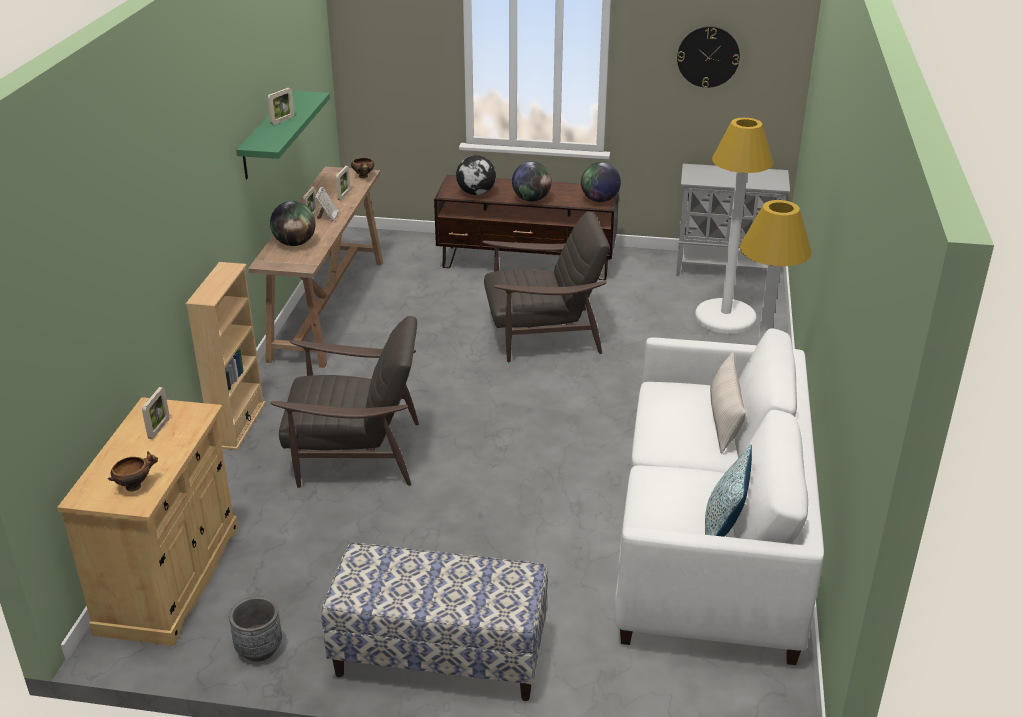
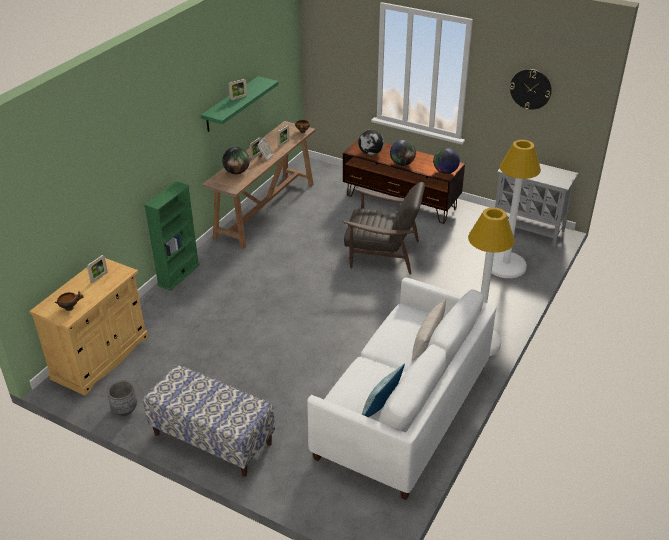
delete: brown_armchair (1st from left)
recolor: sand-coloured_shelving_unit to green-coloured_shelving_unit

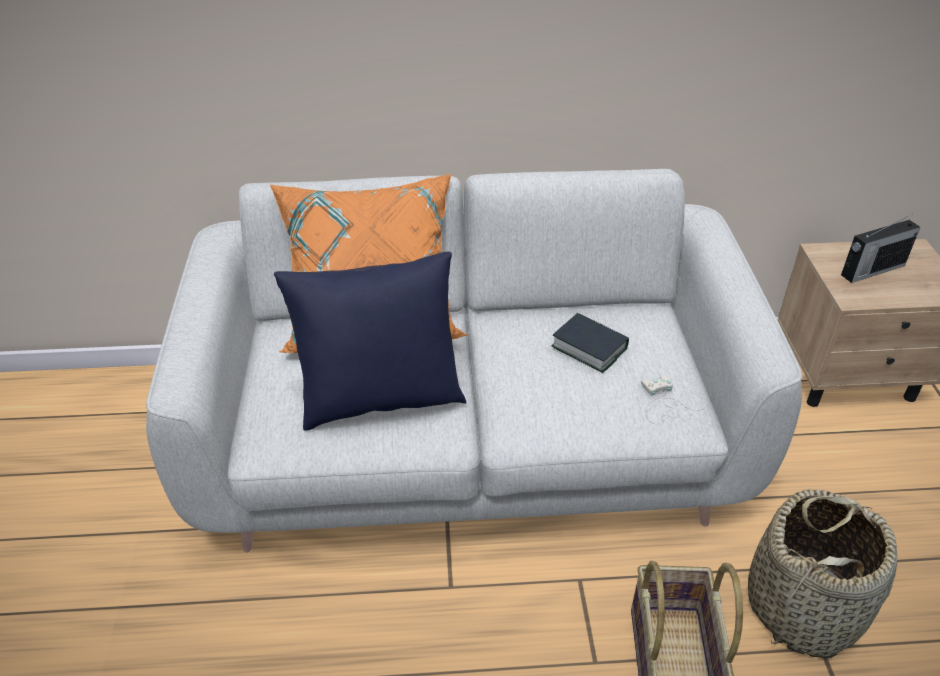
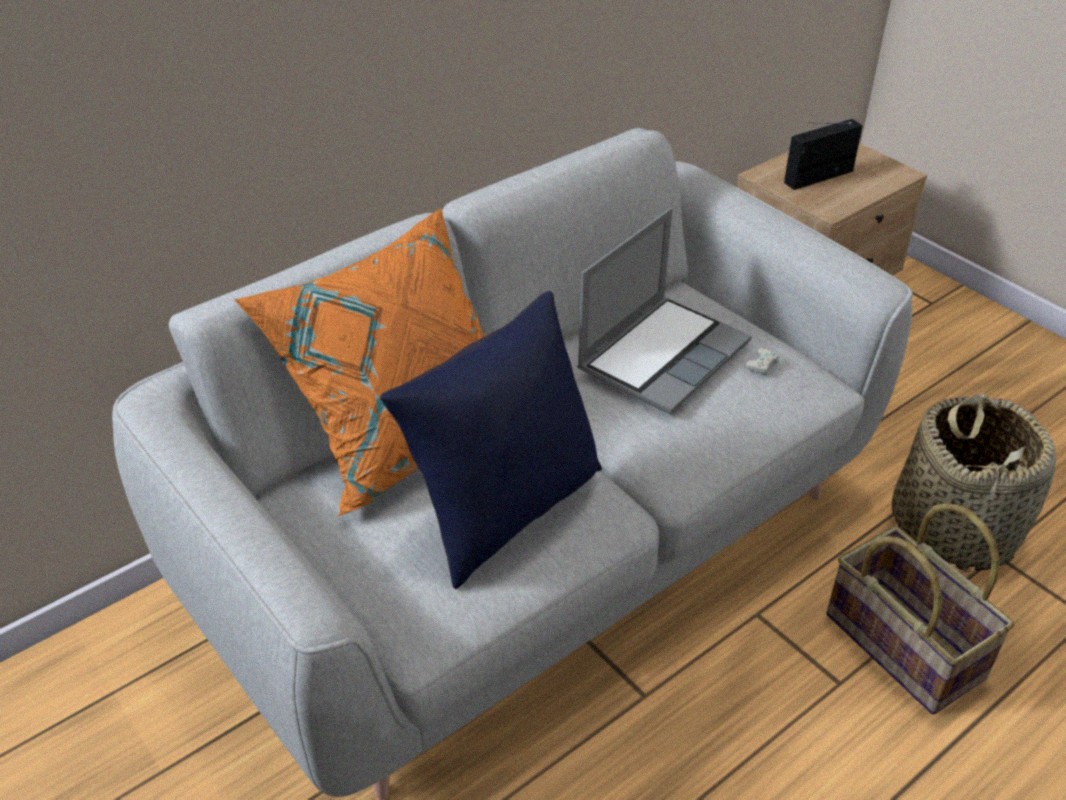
replace: volume to laptop
rotate: radio_set 150 degrees counterclockwise

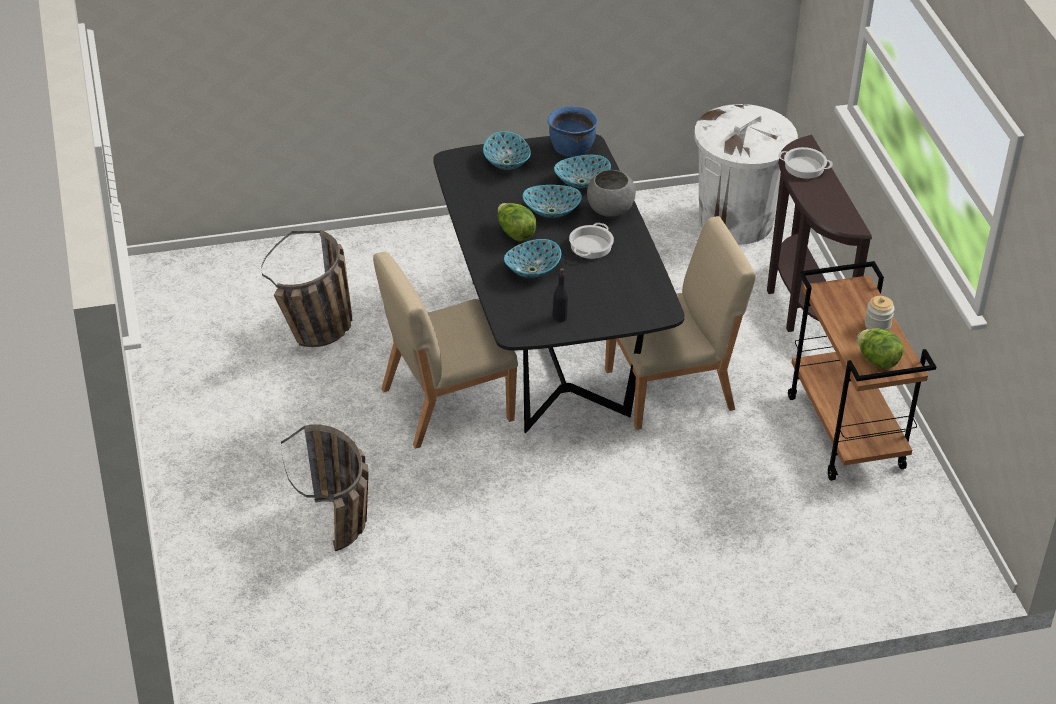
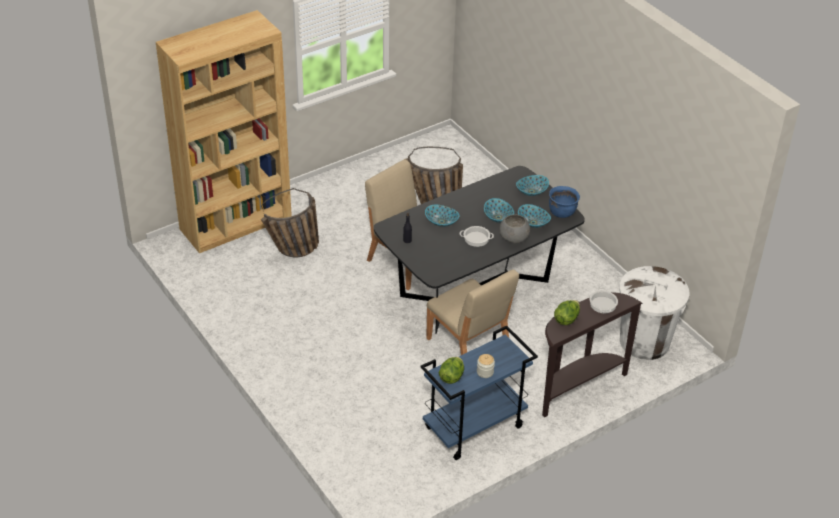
insert: brown_shelving_unit
move: head_of_lettuce (1st from left in the first image) to head_of_lettuce (2nd from left)
recolor: brown_wheeled_cart to blue_wheeled_cart

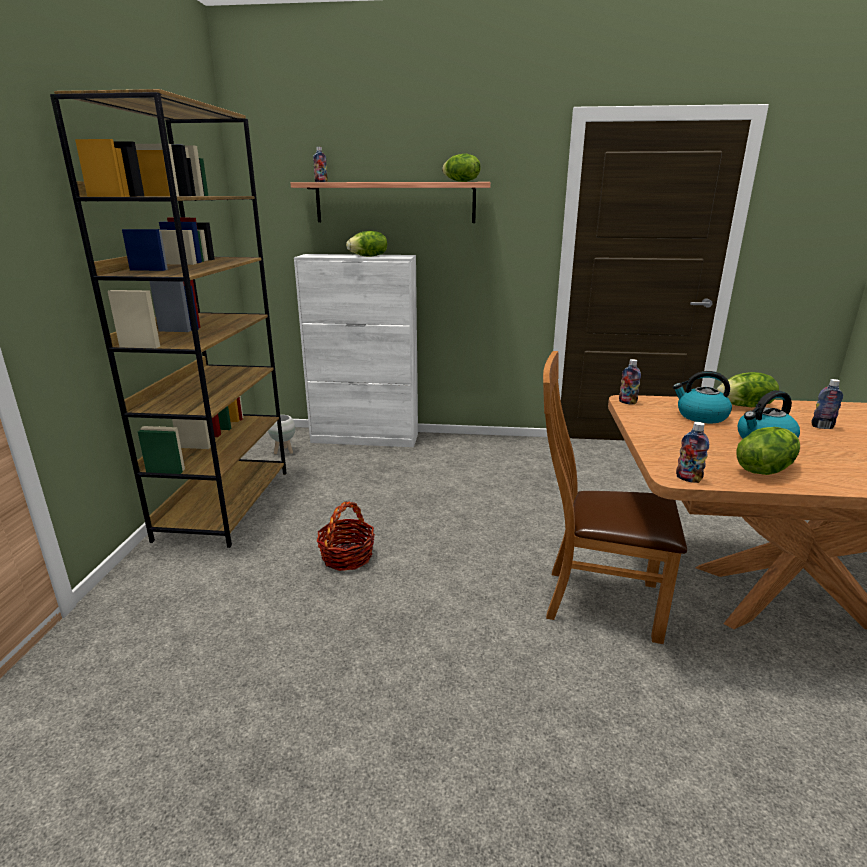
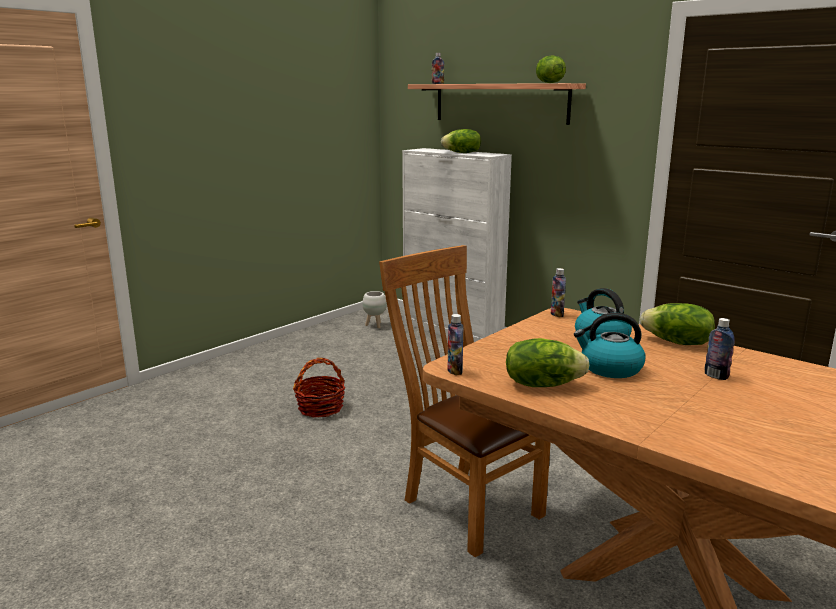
delete: brown_shelving_unit

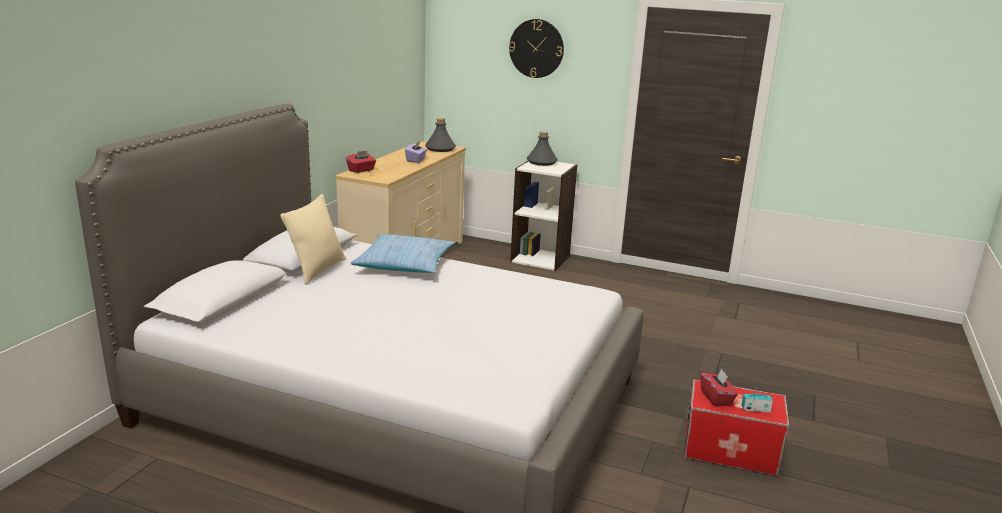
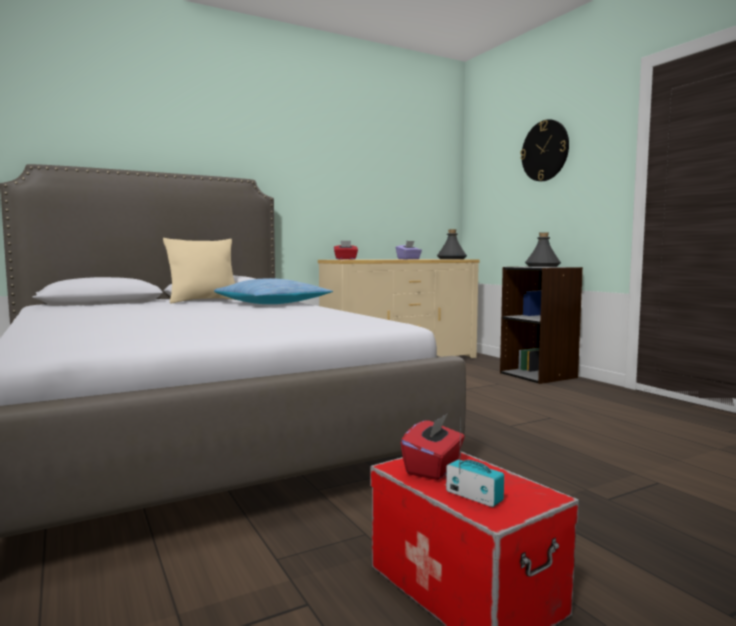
recolor: white-coloured_shelving_unit to black-coloured_shelving_unit

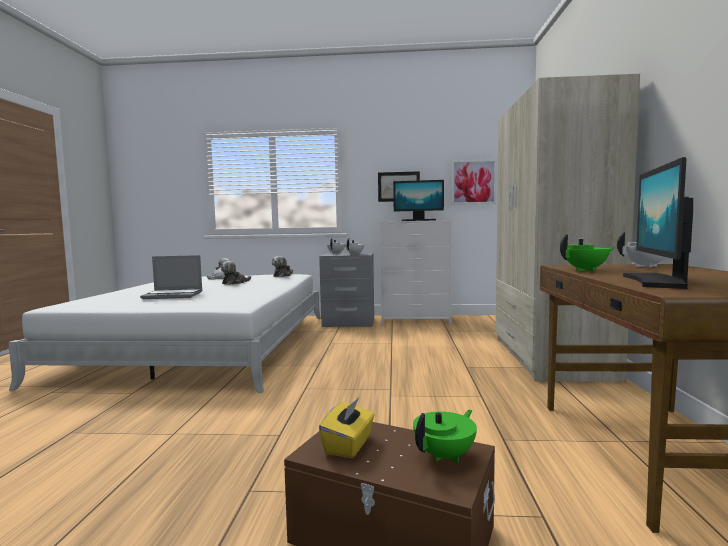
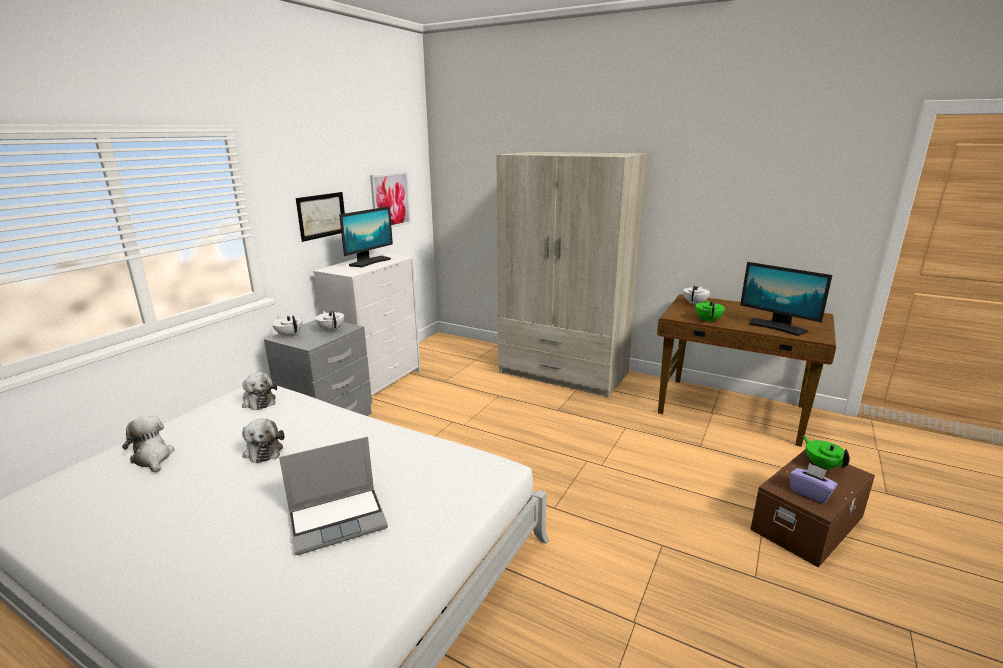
recolor: yellow_tissue_box to purple_tissue_box
rotate: laptop 45 degrees clockwise

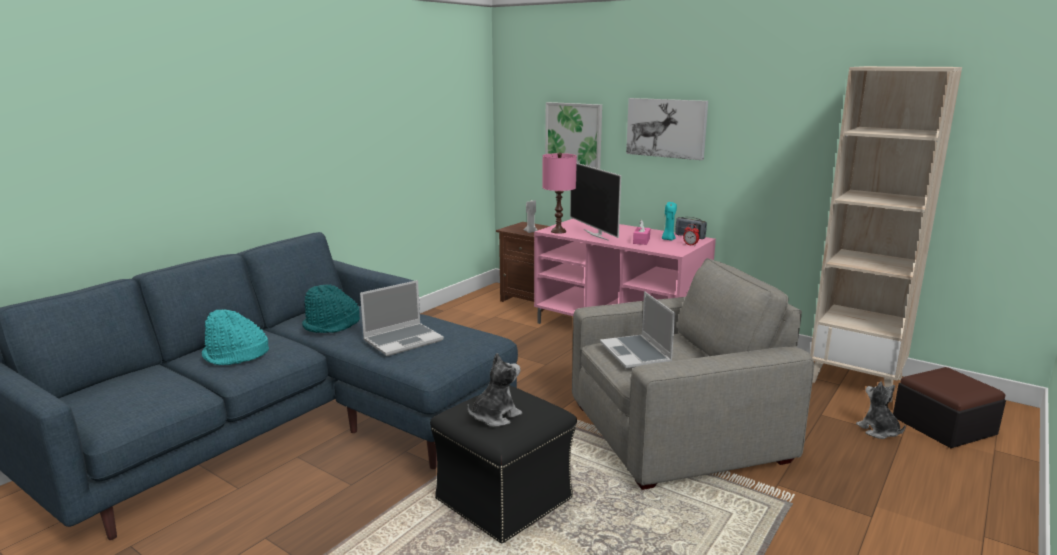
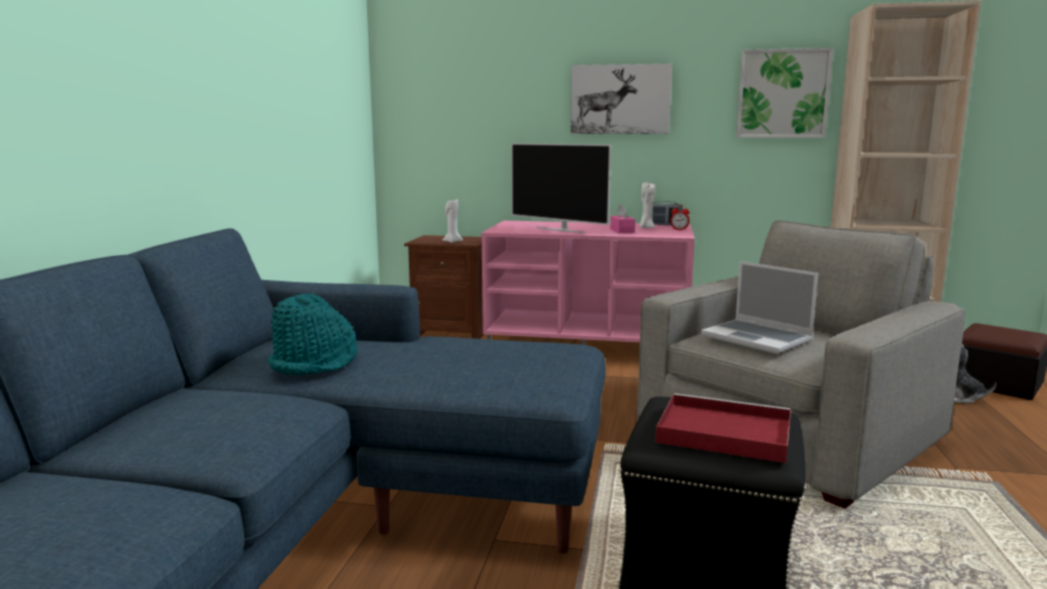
delete: blue-green_wearable_hat (1st from left); laptop (1st from left); pink_tabletop_lamp
move: picture (1st from left in the first image) to picture (2nd from left)
replace: plush_toy (1st from left) to reddish_carrying_tray
recolor: blue-green_wax_candle to white-coloured_wax_candle (2nd from left)

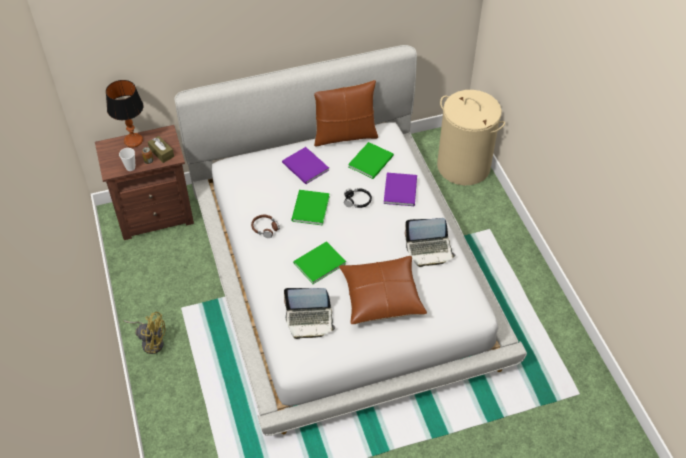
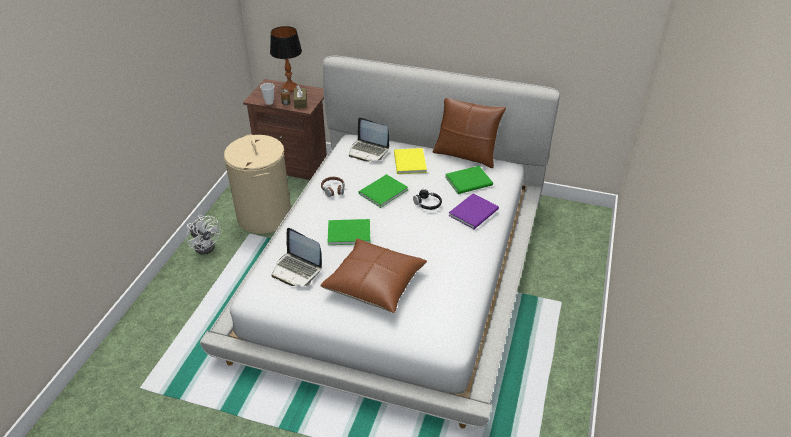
move: laptop (2nd from left); sand-coloured_hamper
recolor: yellow_electric_fan to white-coloured_electric_fan; purple_volume (1st from left) to yellow_volume

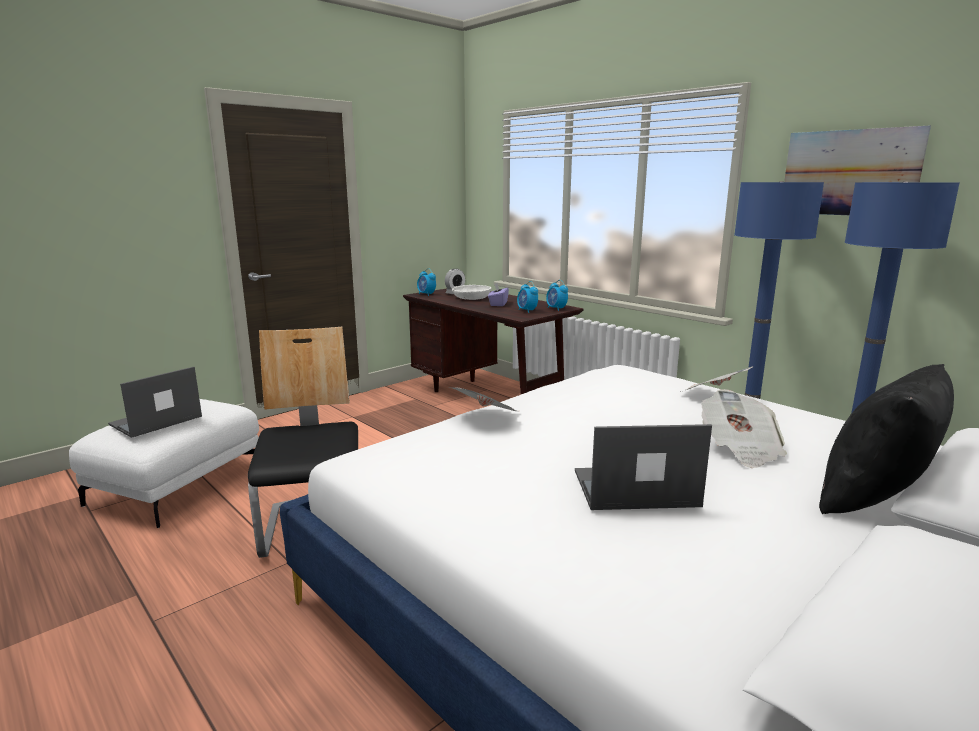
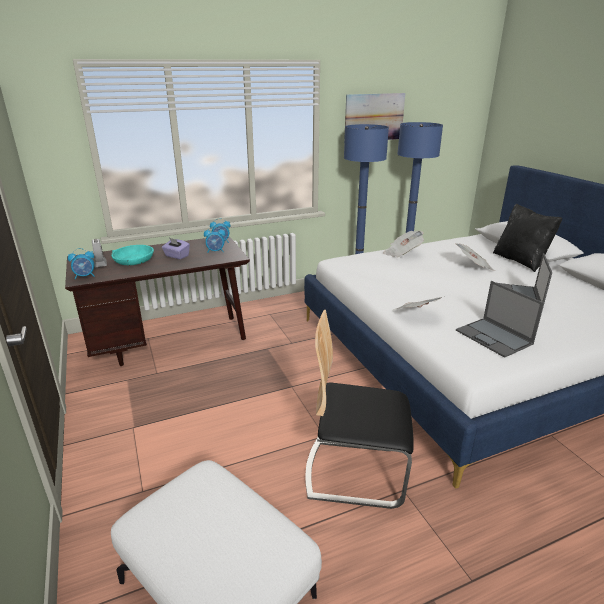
move: laptop (1st from left)
recolor: white-coloured_bowl to blue-green_bowl

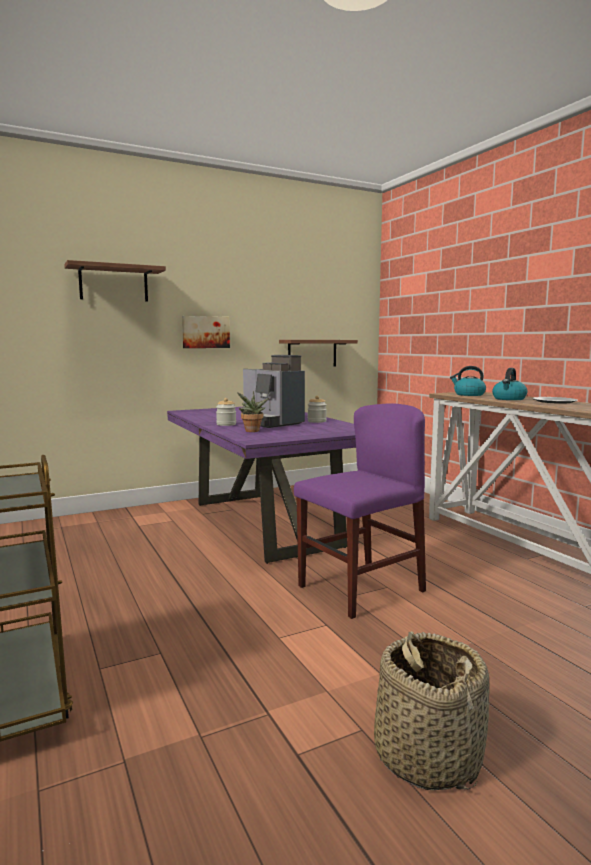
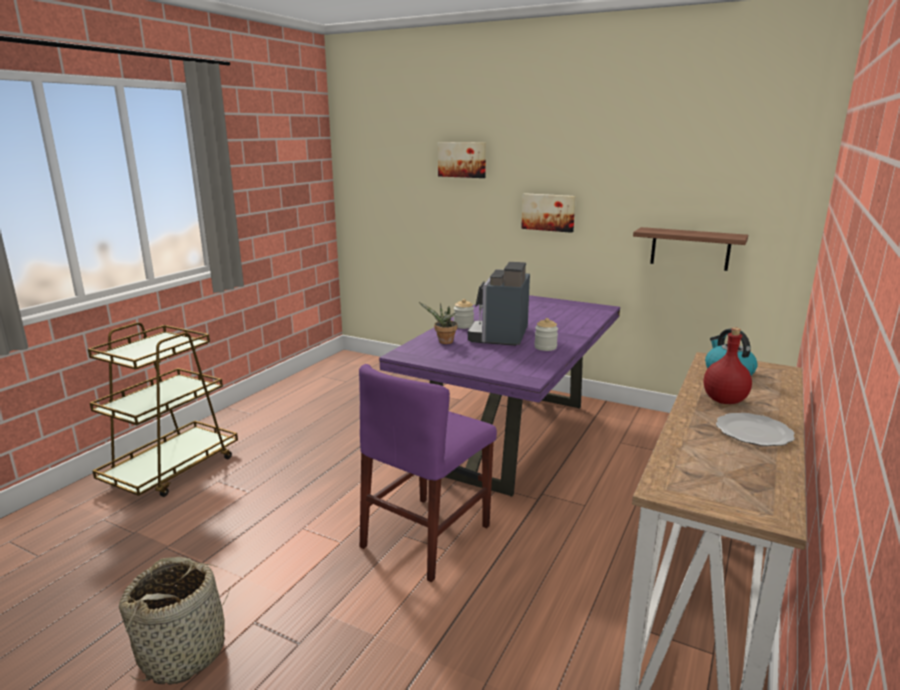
replace: wall_shelf (1st from left) to picture (1st from left); kettle (2nd from left) to reddish_drink_bottle
rotate: purple_upright_chair 105 degrees clockwise

